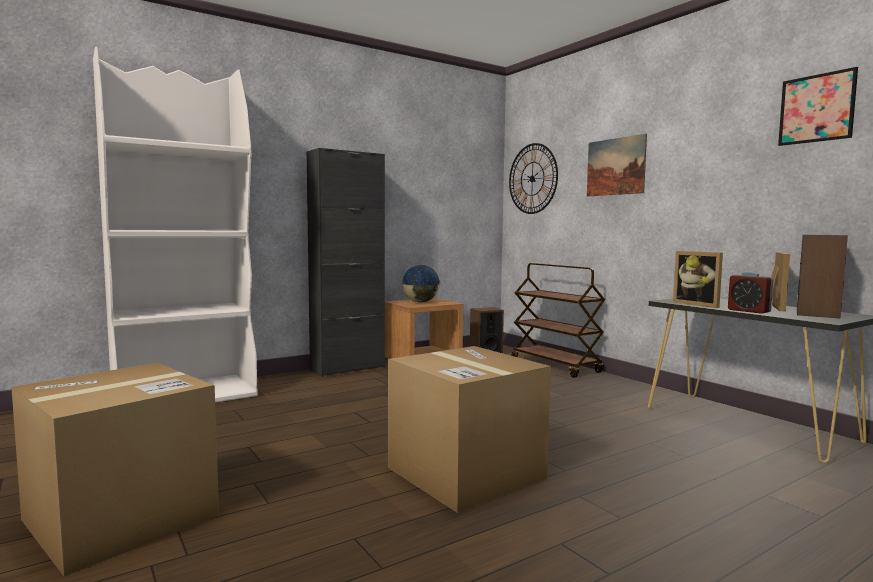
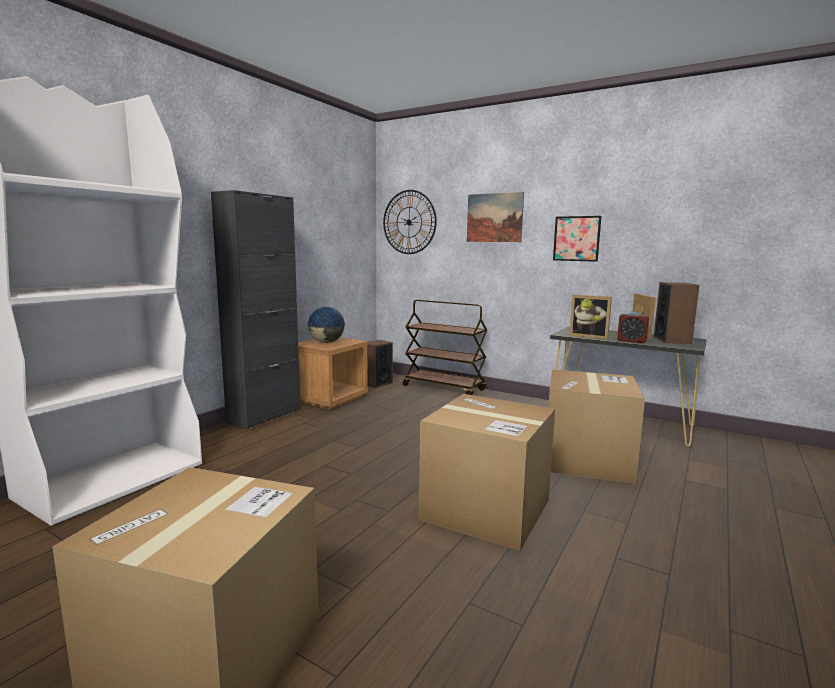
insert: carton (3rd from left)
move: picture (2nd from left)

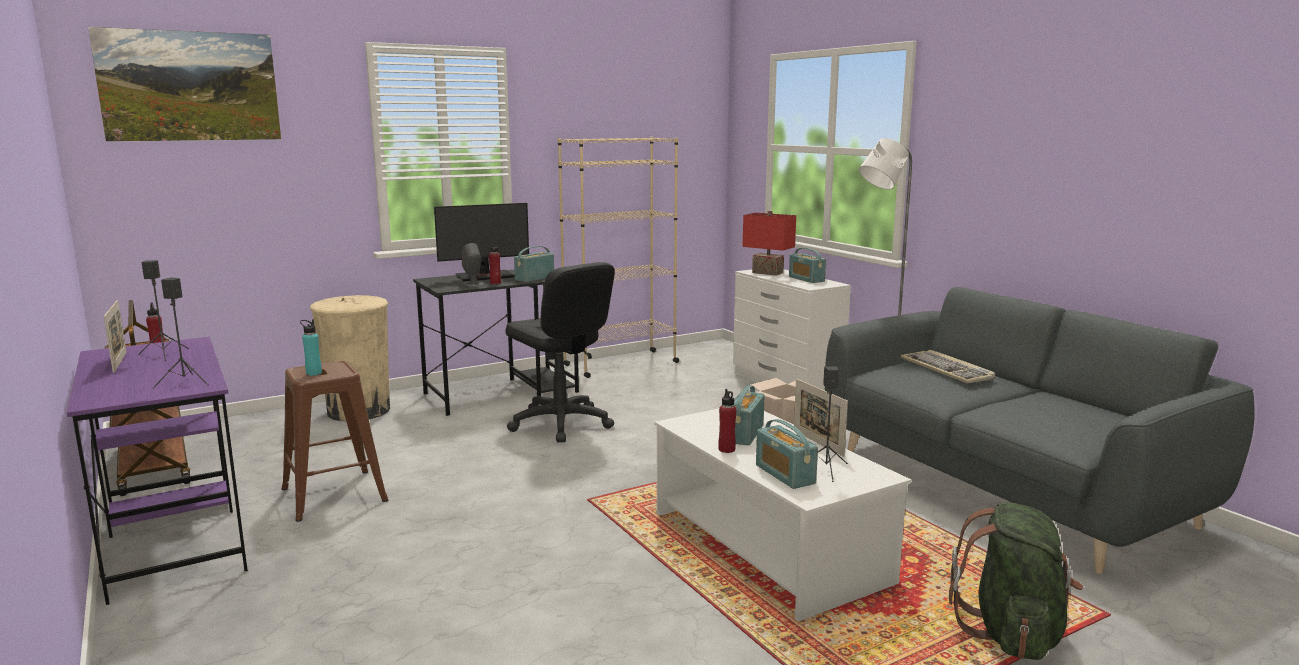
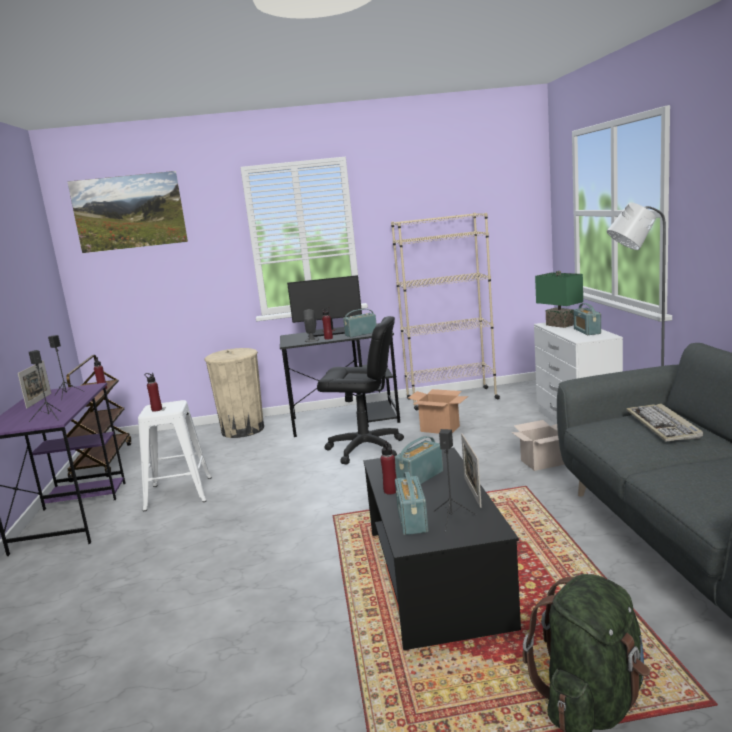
insert: carton (1st from left)
recolor: brown_stool_seat to white-coloured_stool_seat; blue-green_drink_bottle to reddish_drink_bottle (2nd from left); white-coloured_coffee_table to black-coloured_coffee_table; reddish_tabletop_lamp to green-coloured_tabletop_lamp
rotate: black-coloured_computer_chair 60 degrees counterclockwise

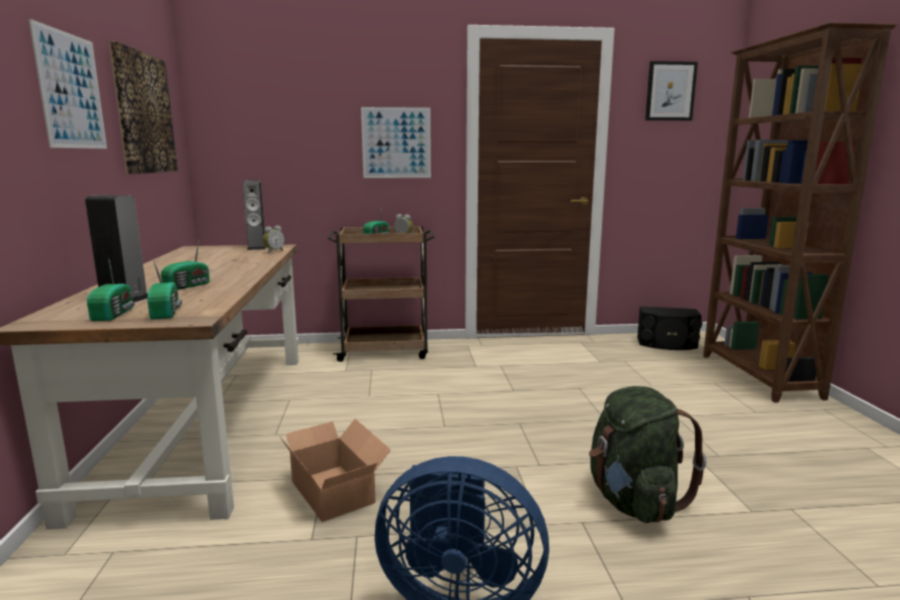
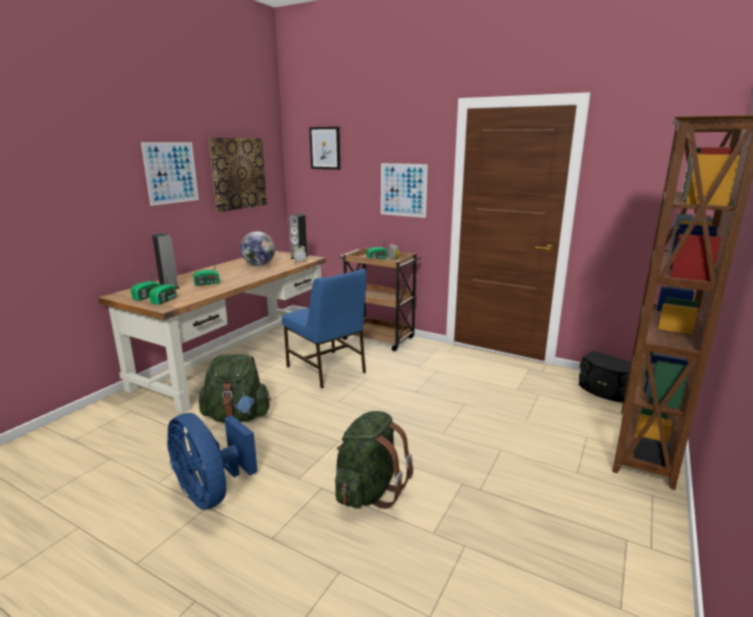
insert: desk_globe; blue_upright_chair
move: picture (4th from left in the first image) to picture (3rd from left)
replace: carton to green-coloured_knapsack (1st from left)

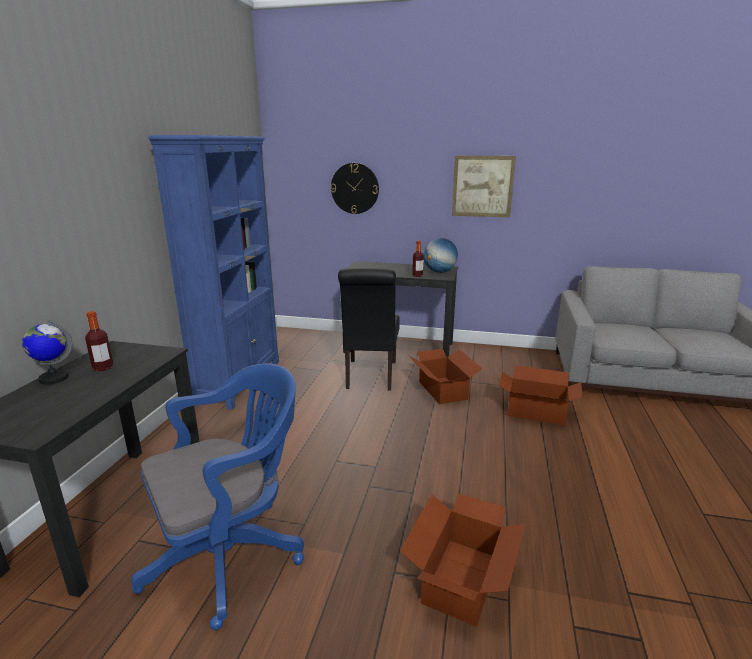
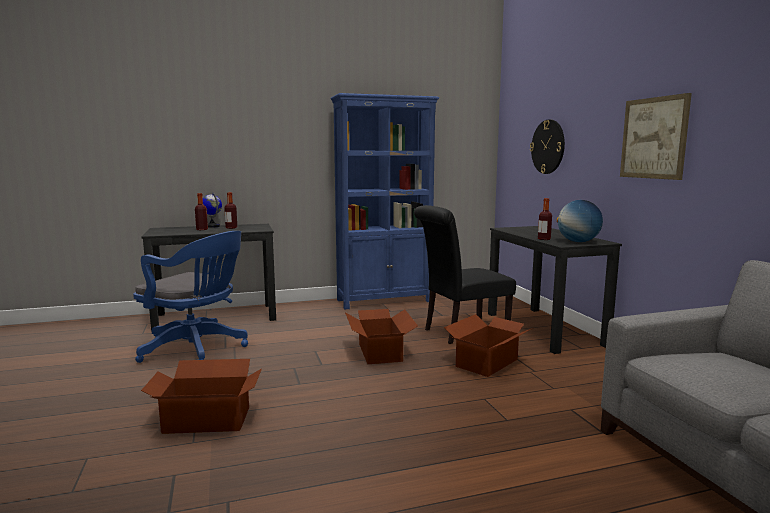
insert: drink_bottle (1st from left)
move: carton (3rd from left in the first image) to carton (2nd from left)

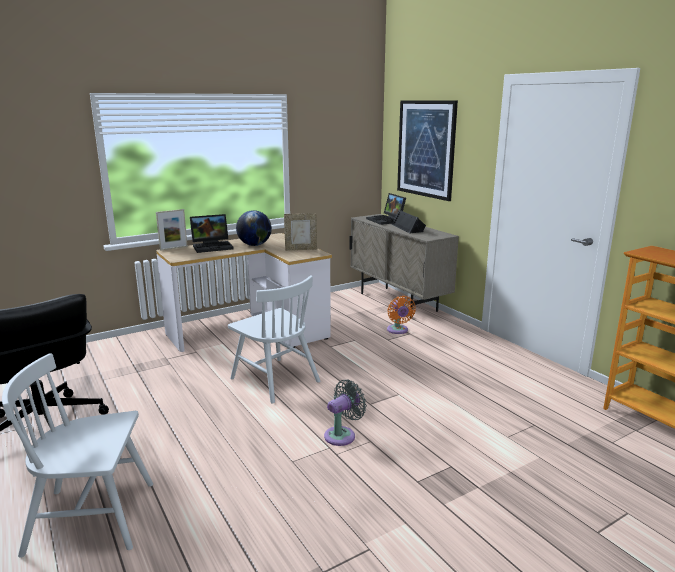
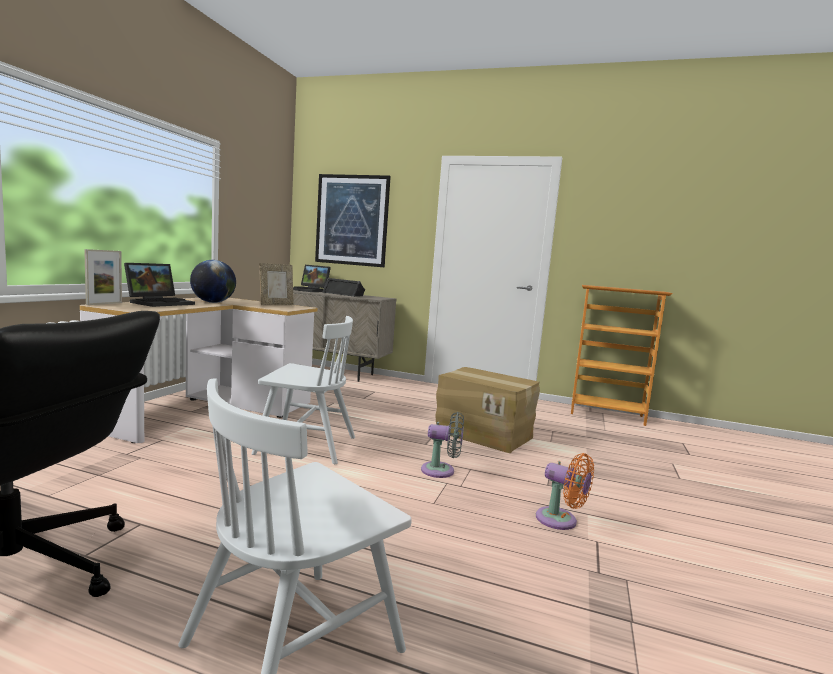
insert: carton
move: orange_electric_fan
rotate: gray_electric_fan 90 degrees clockwise

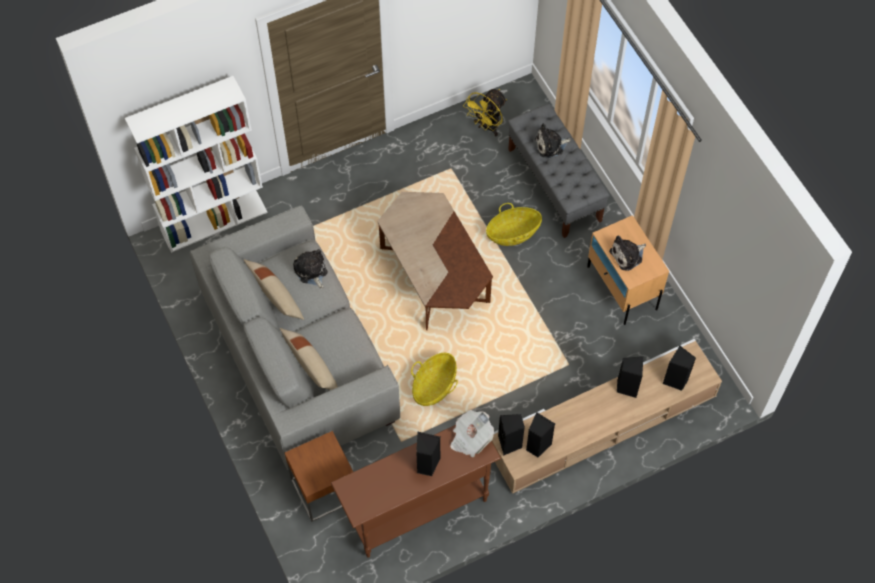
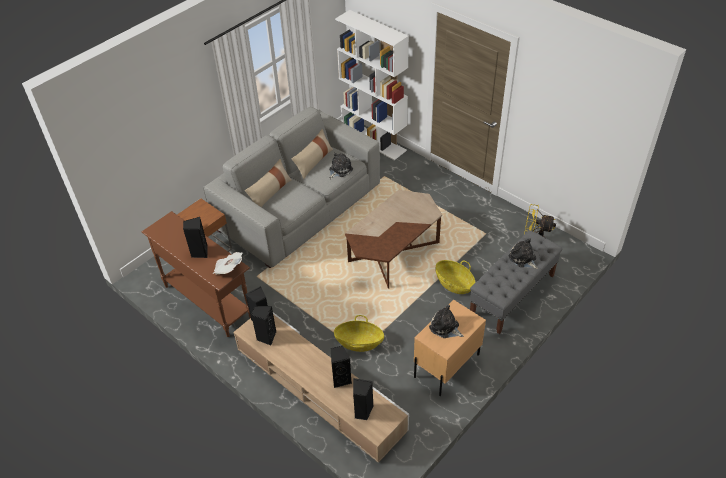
move: household_basket (1st from left)

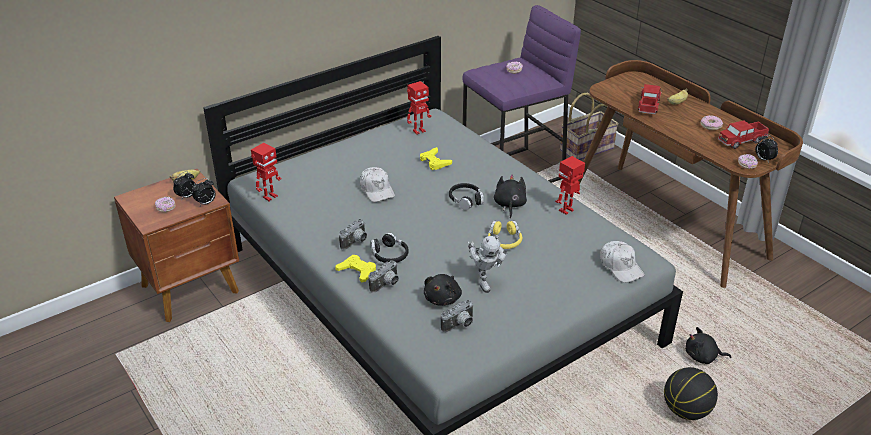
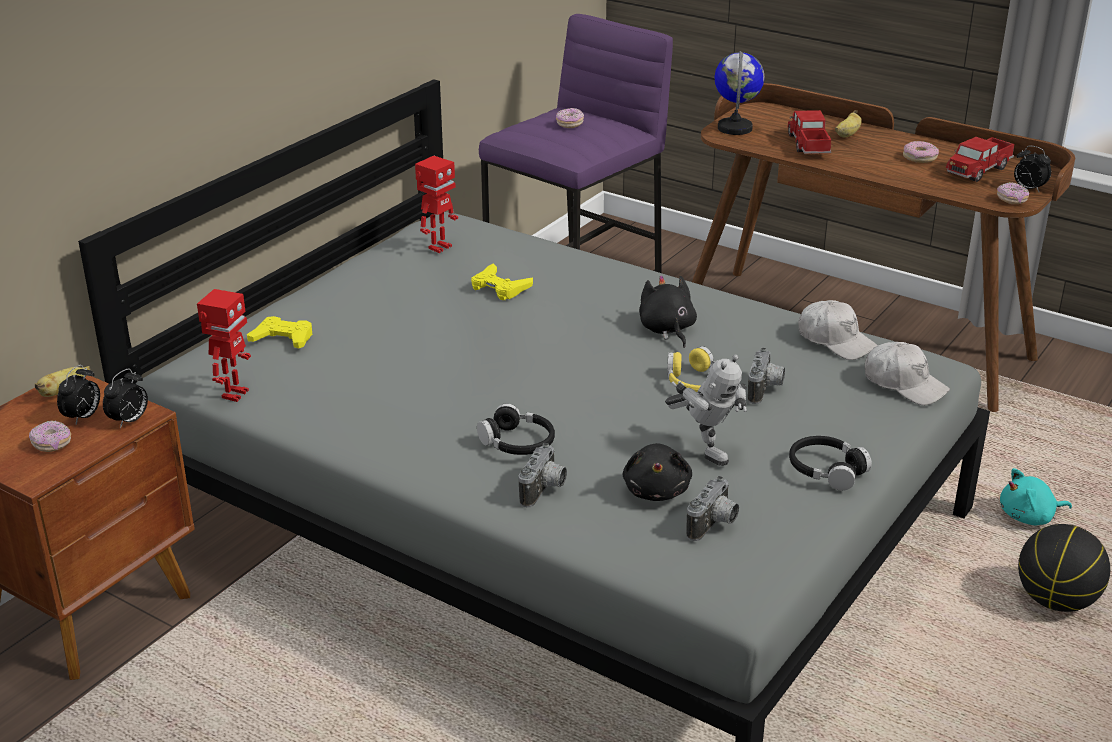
delete: toy_robot (4th from left); household_basket
insert: desk_globe
move: yellow_joypad (1st from left); still_camera (1st from left in the first image) to still_camera (3rd from left); white-coloured_cap (1st from left); black-coloured_headset (2nd from left)
recolor: black-coloured_plush_toy (3rd from left) to blue-green_plush_toy

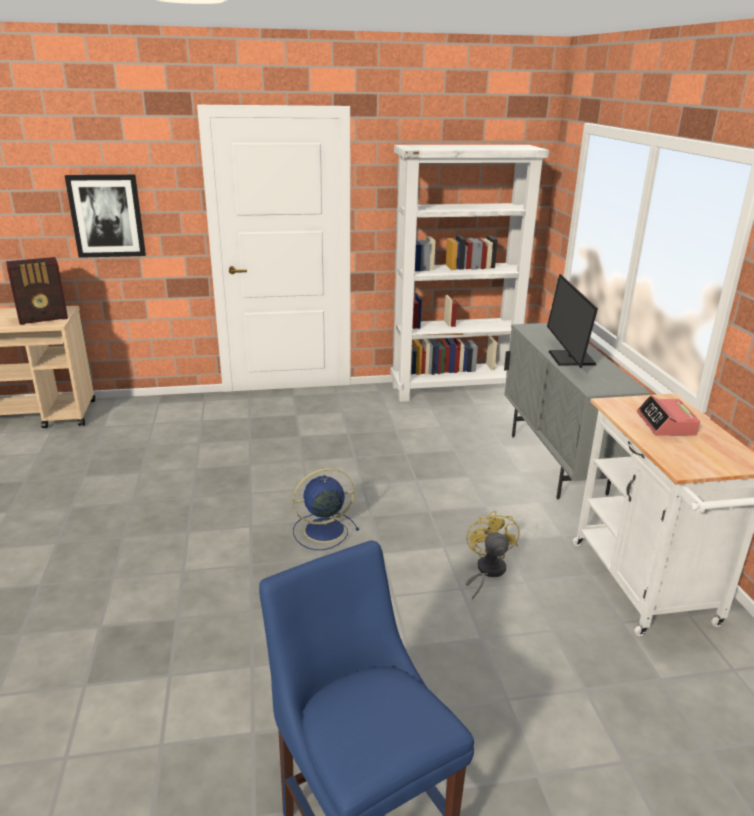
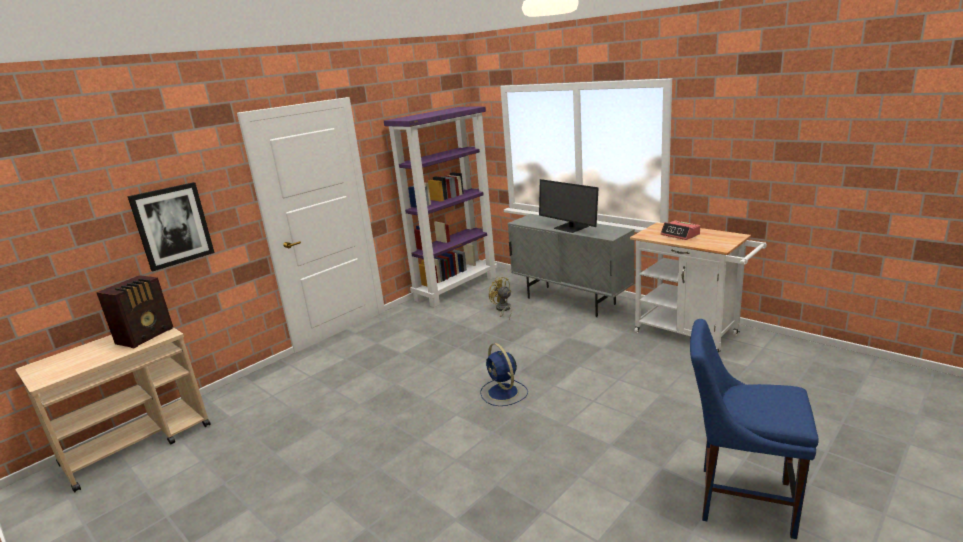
move: yellow_electric_fan
recolor: white-coloured_shelving_unit to purple_shelving_unit
rotate: blue_electric_fan 60 degrees counterclockwise

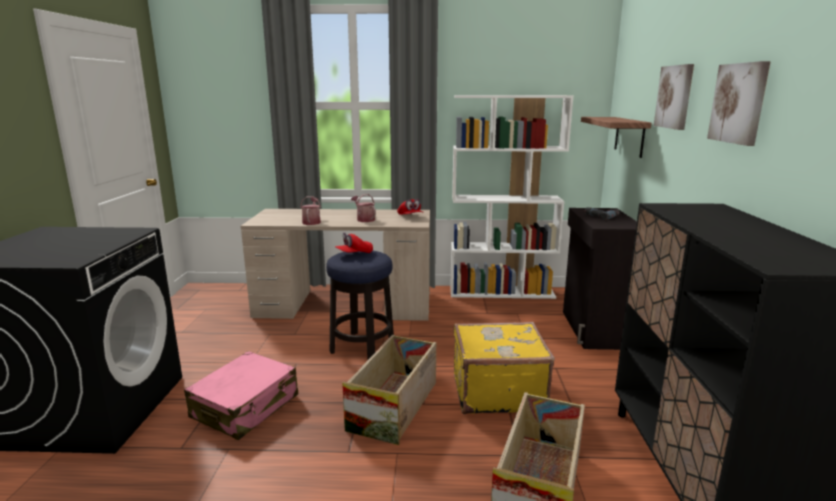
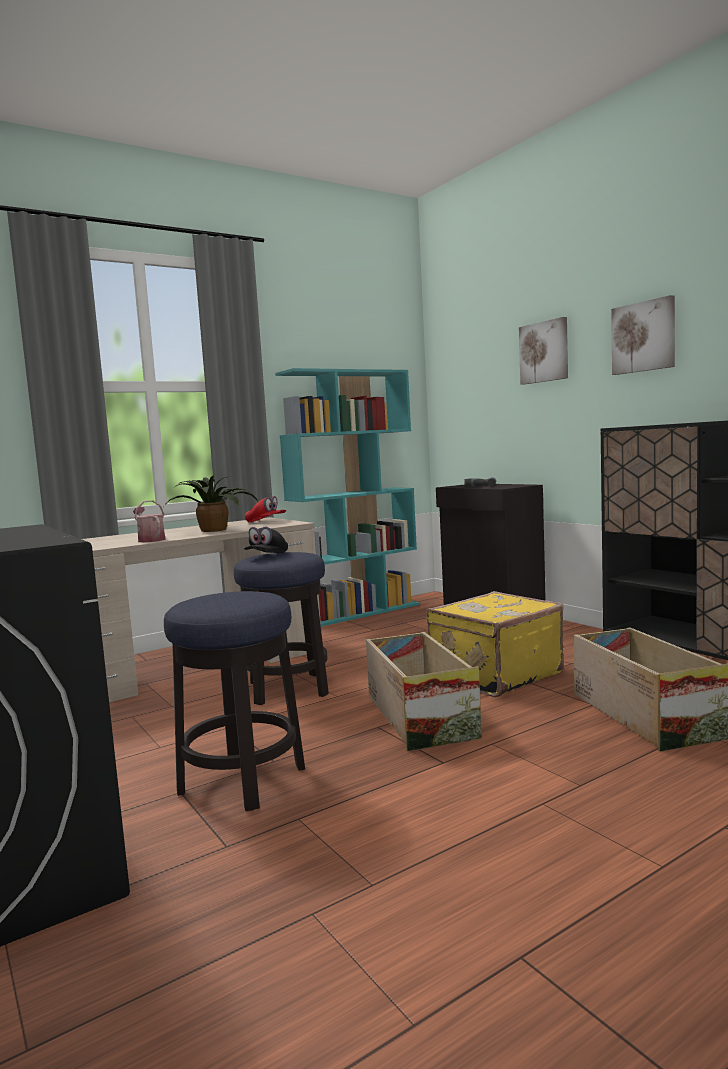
delete: wall_shelf
replace: pink_piece_of_luggage to stool_seat (1st from left); watering_pot (2nd from left) to houseplant
recolor: reddish_cap (1st from left) to black-coloured_cap; white-coloured_shelving_unit to blue-green_shelving_unit

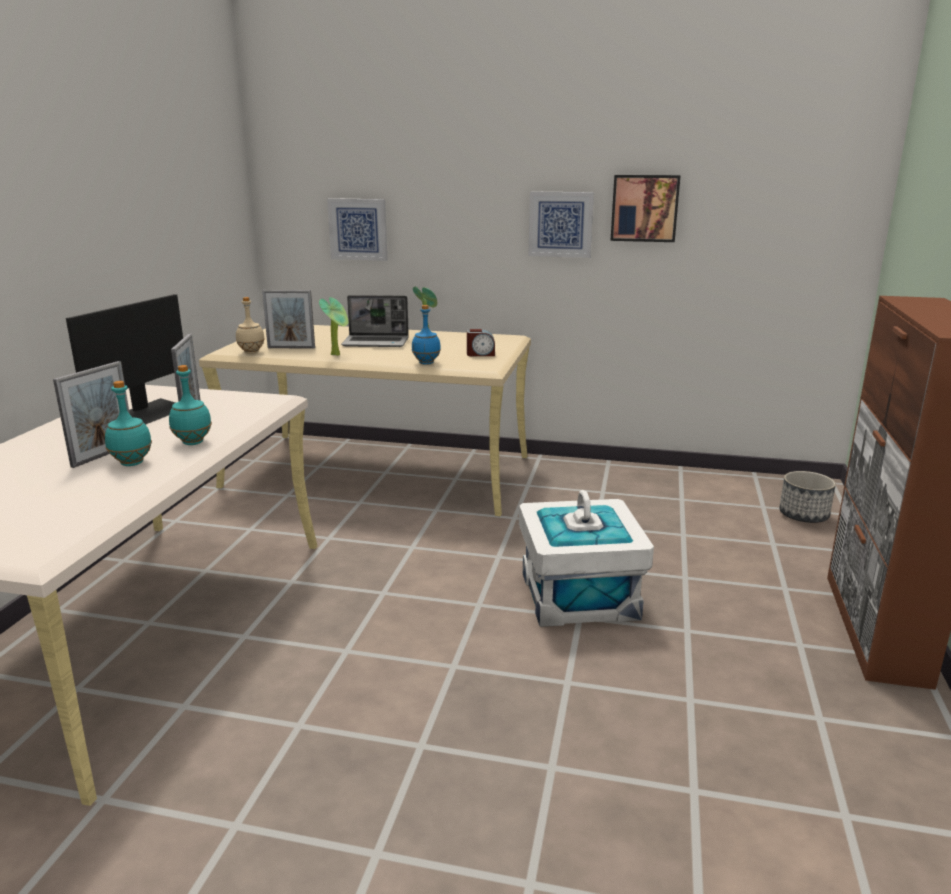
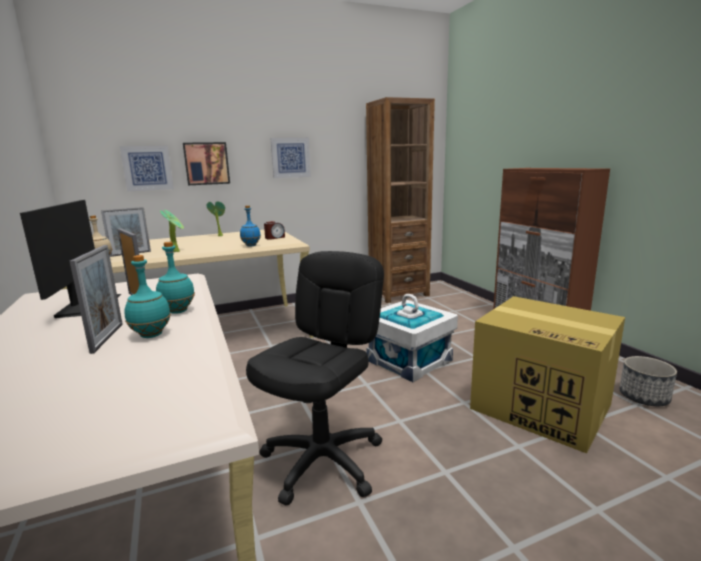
delete: laptop
insert: black-coloured_computer_chair; brown_shelving_unit; carton
move: picture (3rd from left in the first image) to picture (2nd from left); flower_pot

